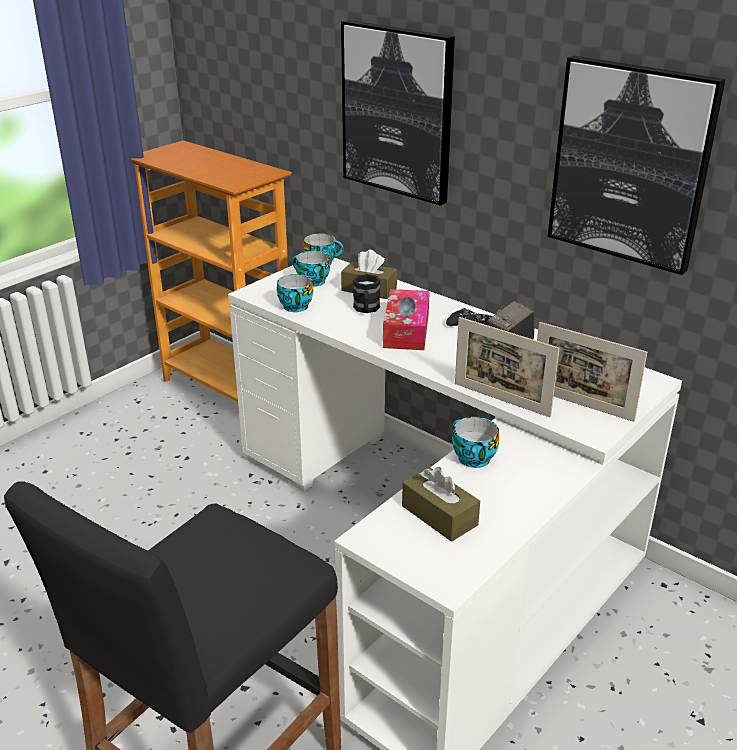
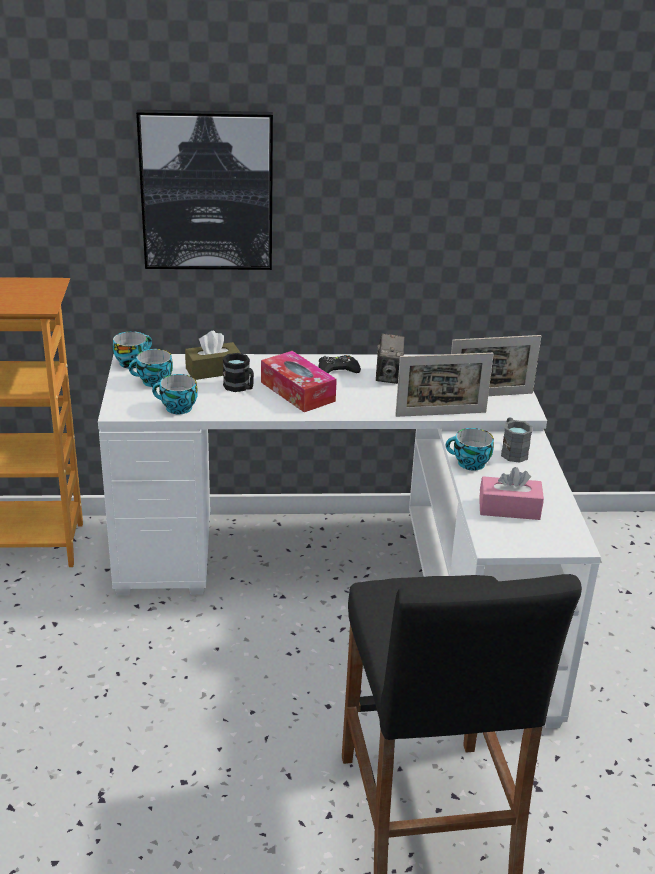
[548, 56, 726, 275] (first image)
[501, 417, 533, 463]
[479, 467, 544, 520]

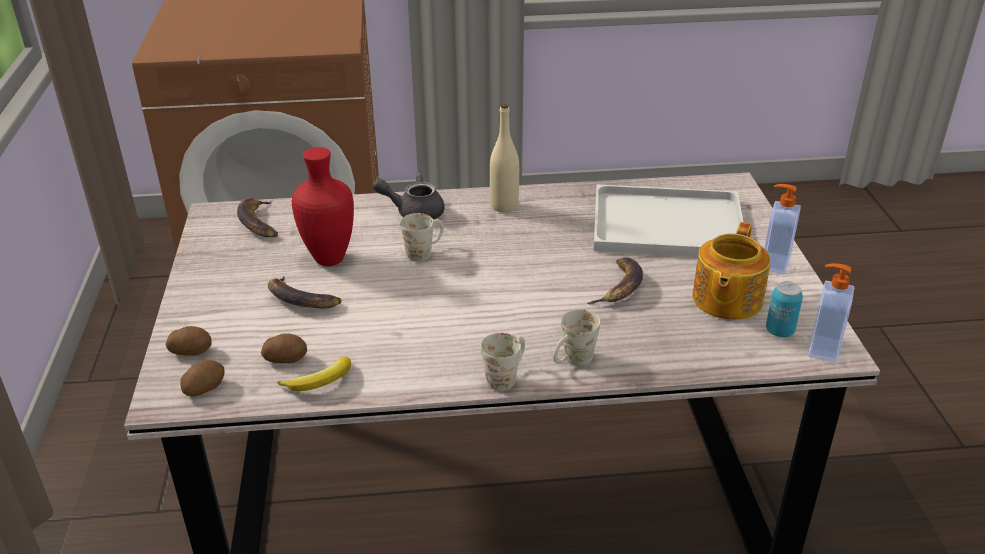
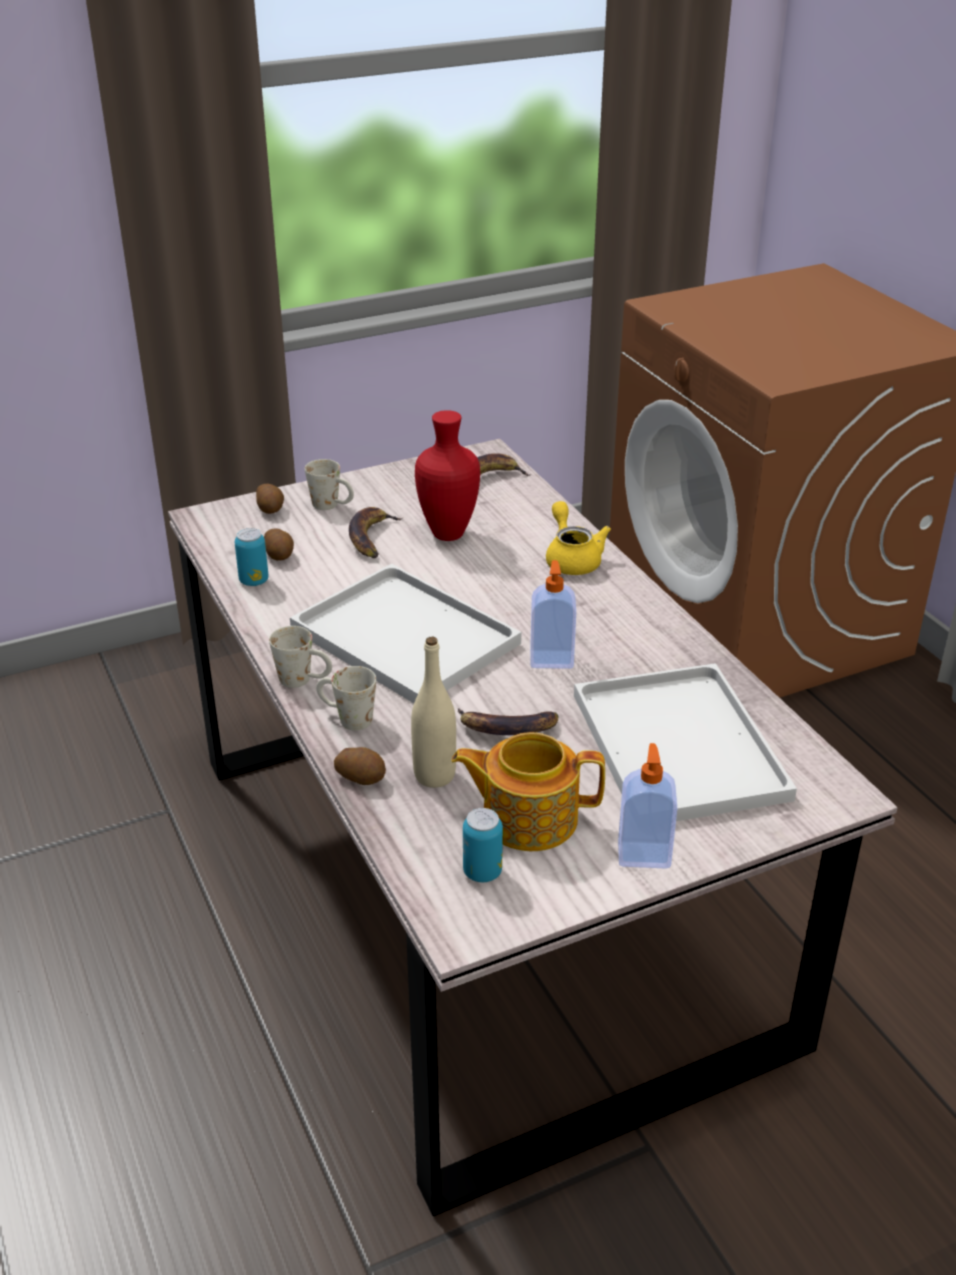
[290, 564, 521, 703]
[334, 747, 386, 785]
[305, 459, 354, 510]
[411, 637, 456, 788]
[530, 560, 576, 669]
[235, 528, 268, 586]
[546, 501, 611, 575]

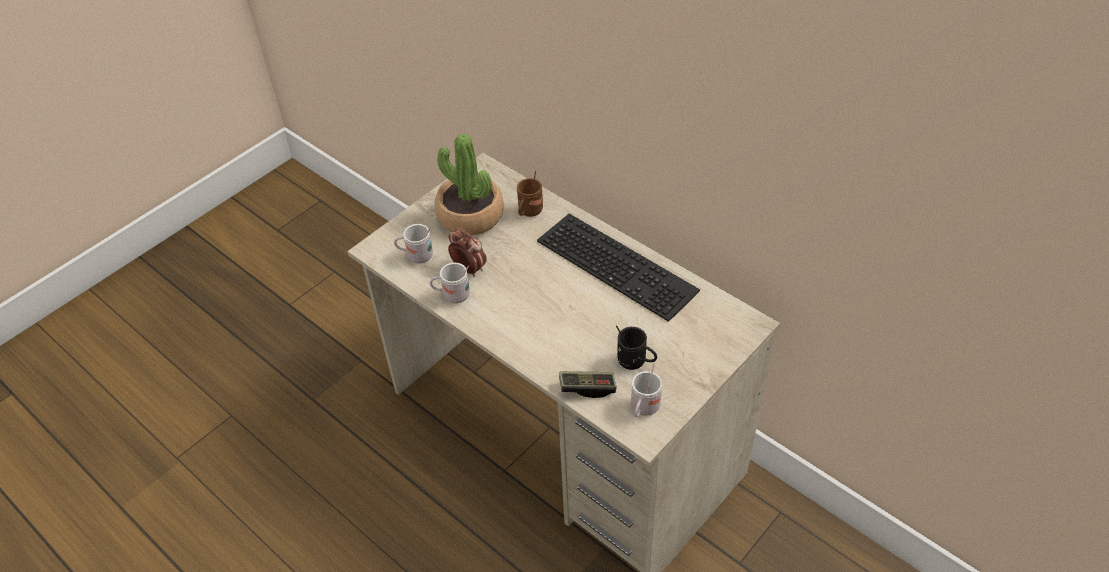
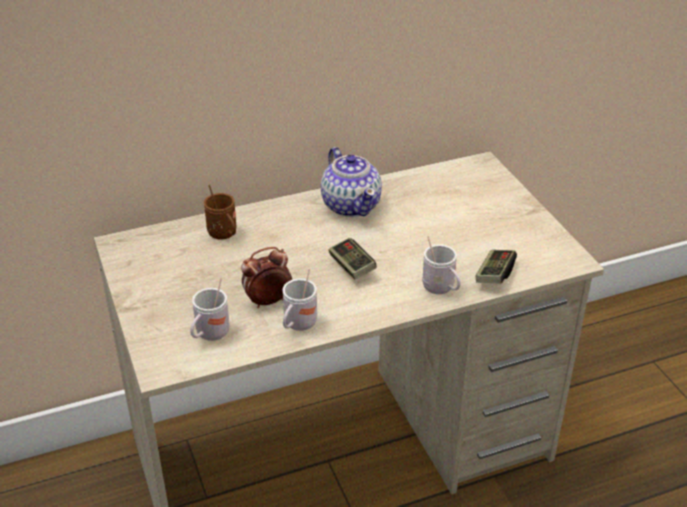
[435, 134, 504, 236] (first image)
[616, 326, 657, 370] (first image)
[329, 238, 377, 280]
[422, 236, 461, 294]
[321, 147, 382, 217]

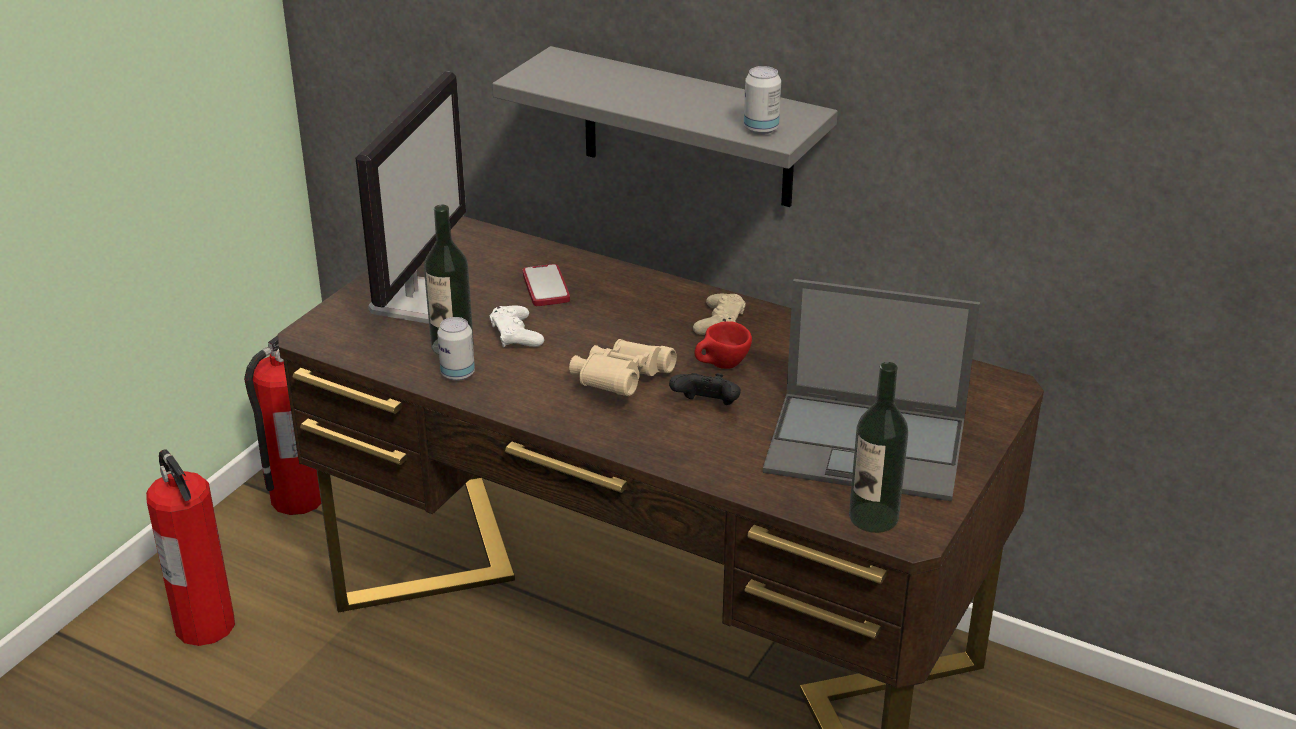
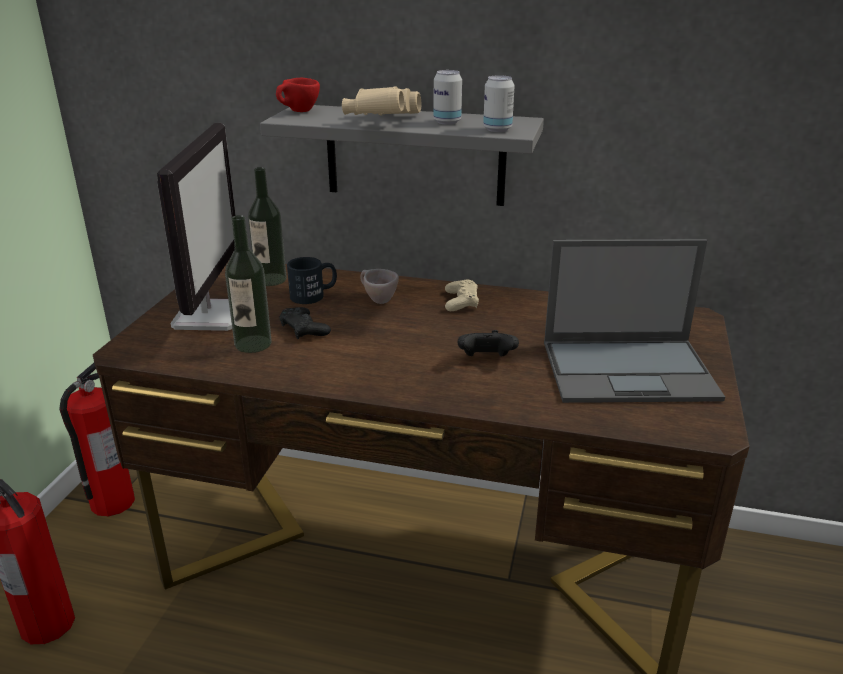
[360, 269, 399, 304]
[433, 70, 462, 125]
[342, 86, 421, 115]
[276, 78, 320, 112]
[248, 167, 287, 286]
[287, 257, 337, 304]
[279, 307, 331, 339]

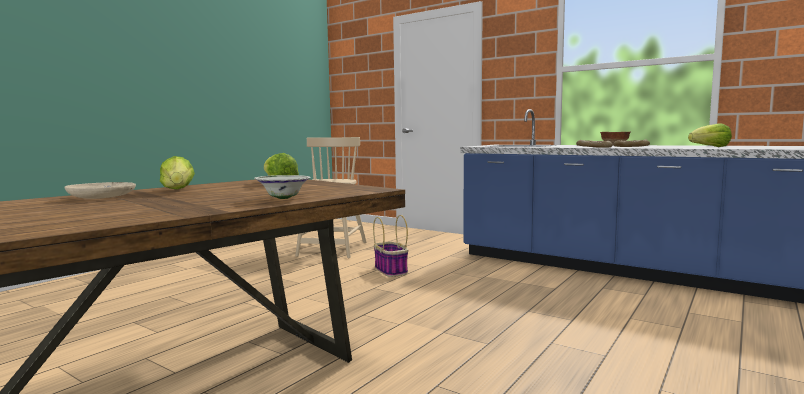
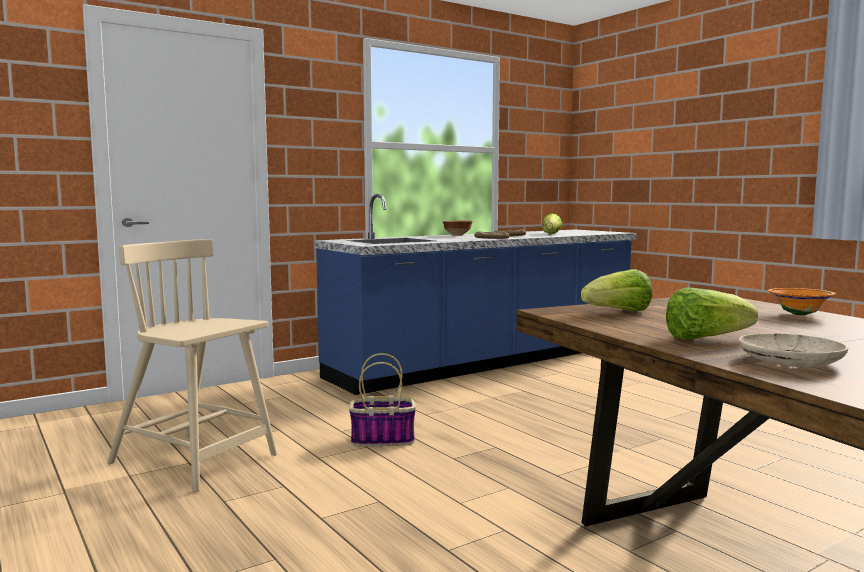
[768, 288, 836, 315]

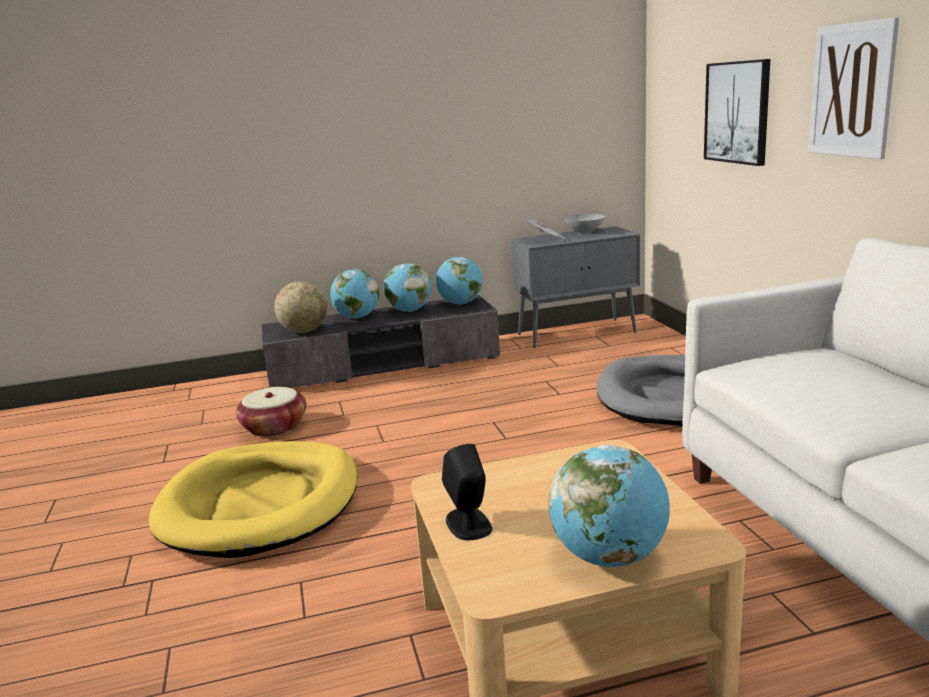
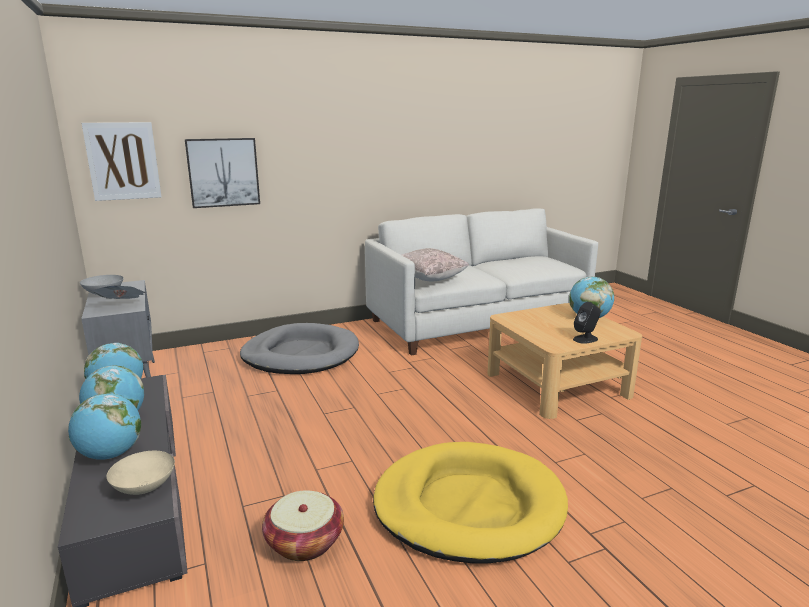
[402, 248, 469, 281]
[82, 122, 161, 201]
[107, 451, 175, 495]

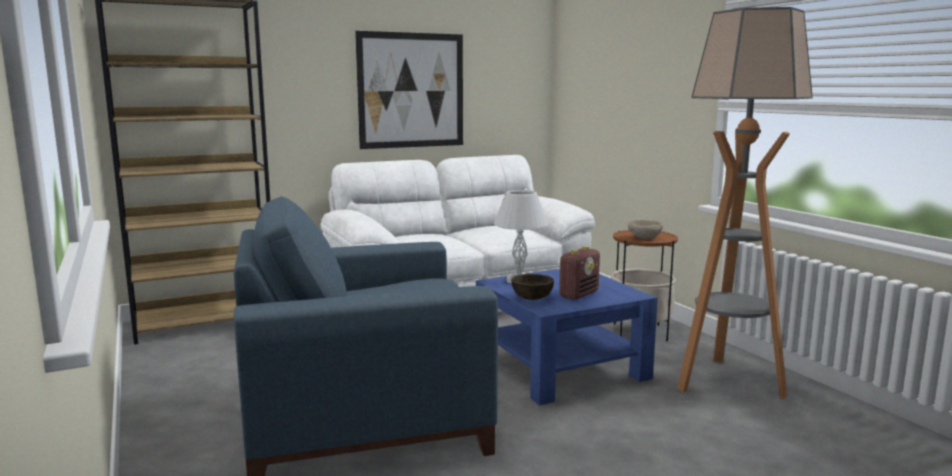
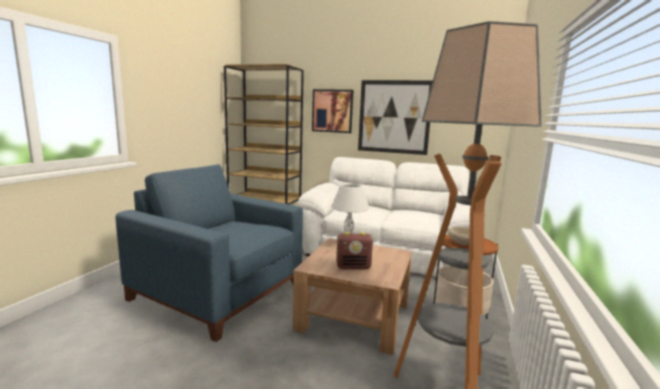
[511, 274, 554, 300] (first image)
[312, 89, 354, 133]
[293, 238, 412, 355]

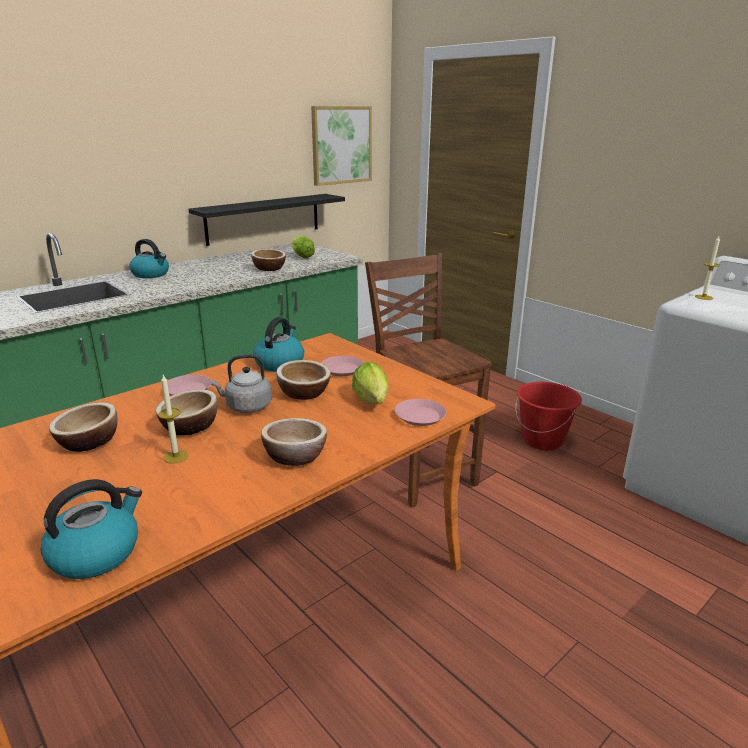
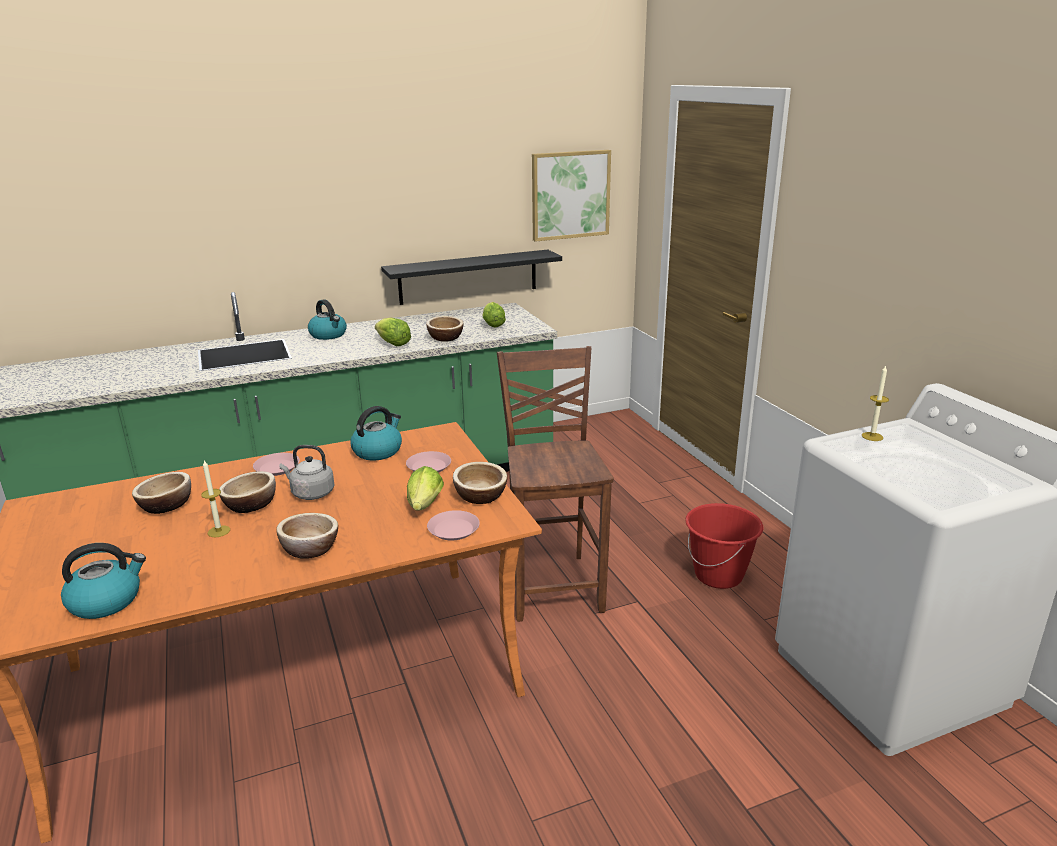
[375, 318, 411, 346]
[453, 462, 507, 504]

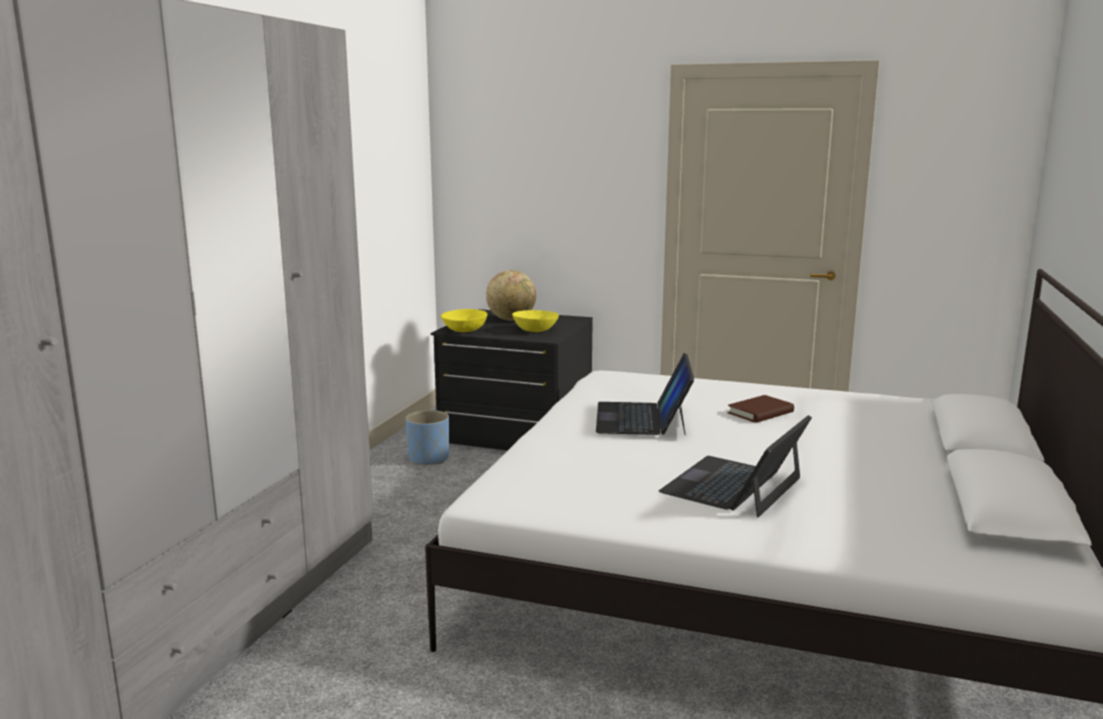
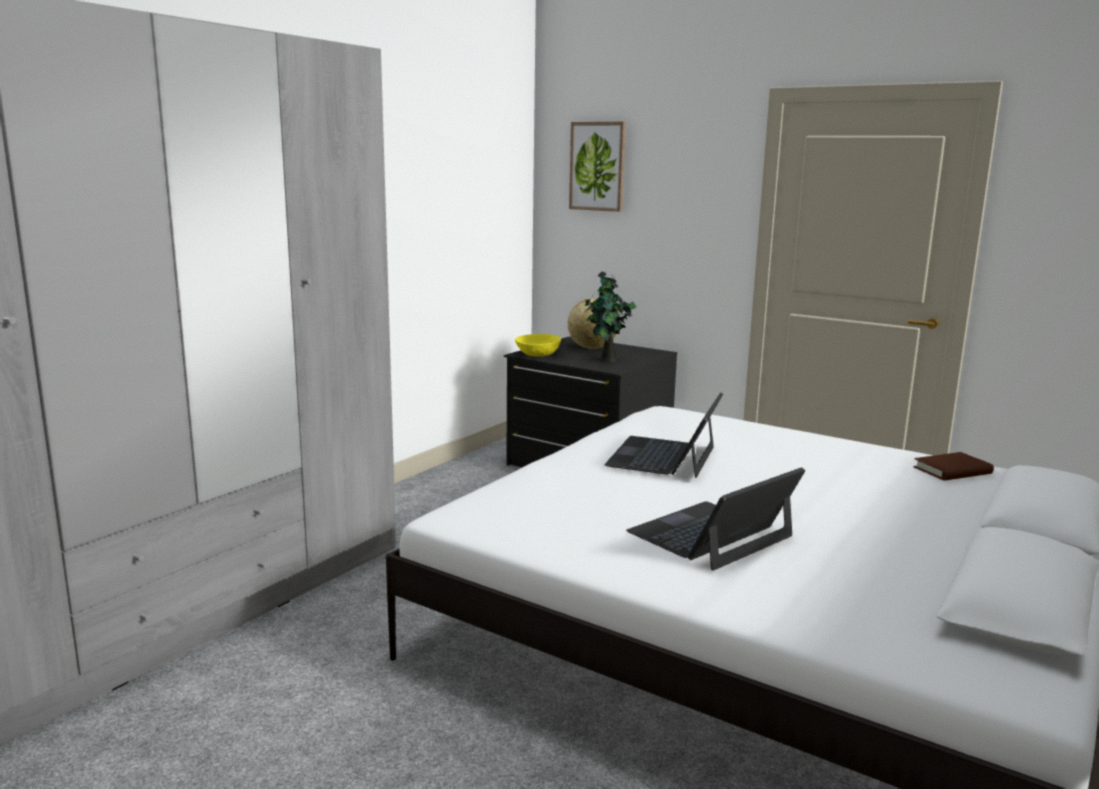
[405, 410, 449, 465] (first image)
[569, 122, 626, 212]
[914, 452, 994, 481]
[585, 271, 637, 362]

